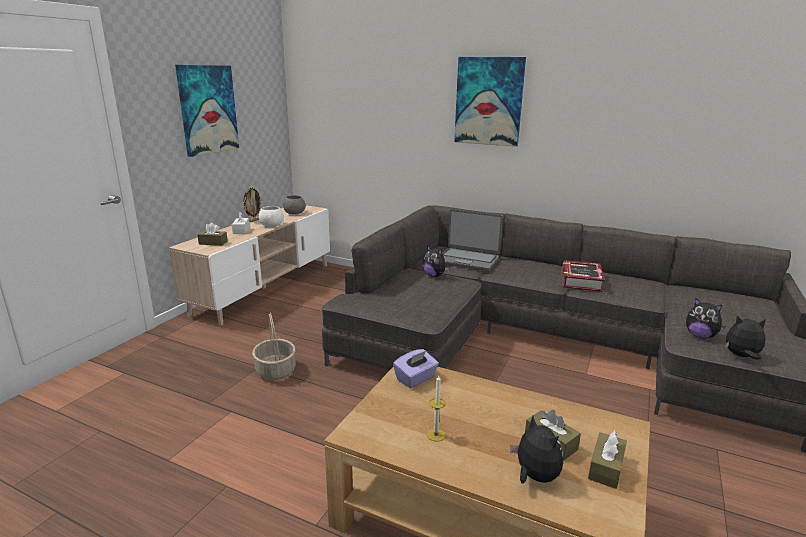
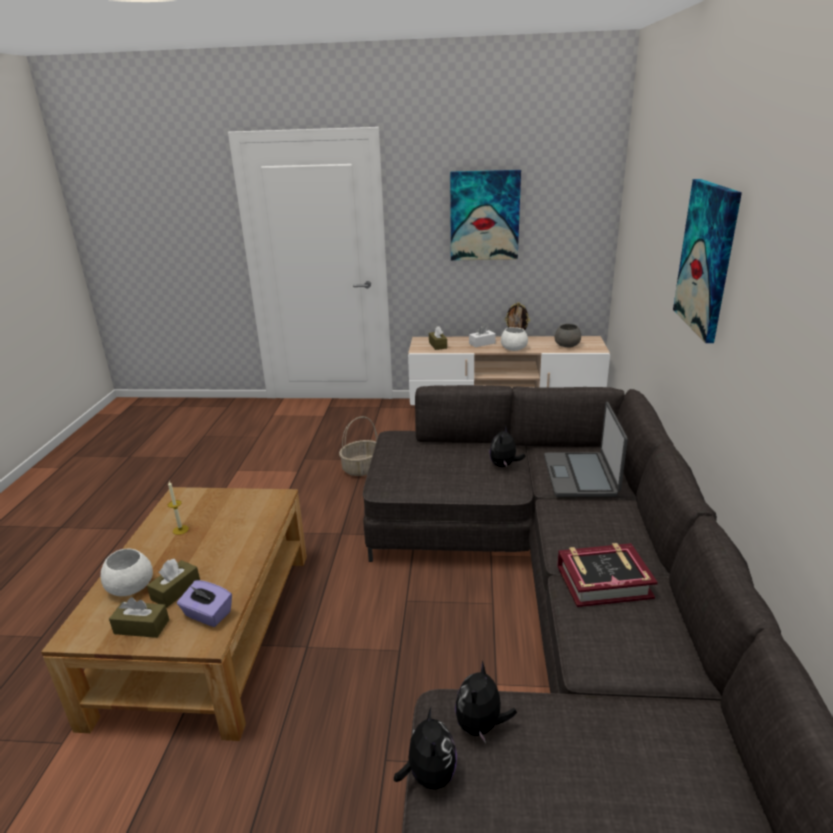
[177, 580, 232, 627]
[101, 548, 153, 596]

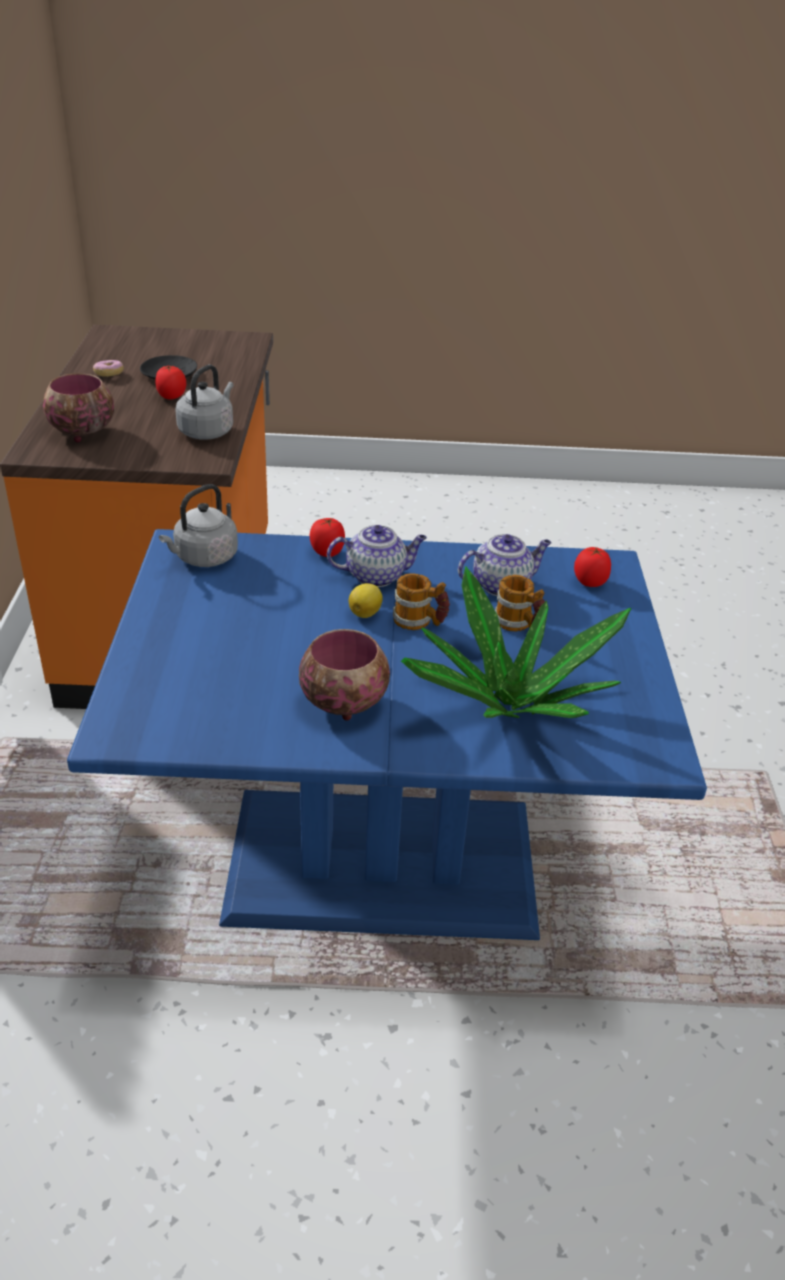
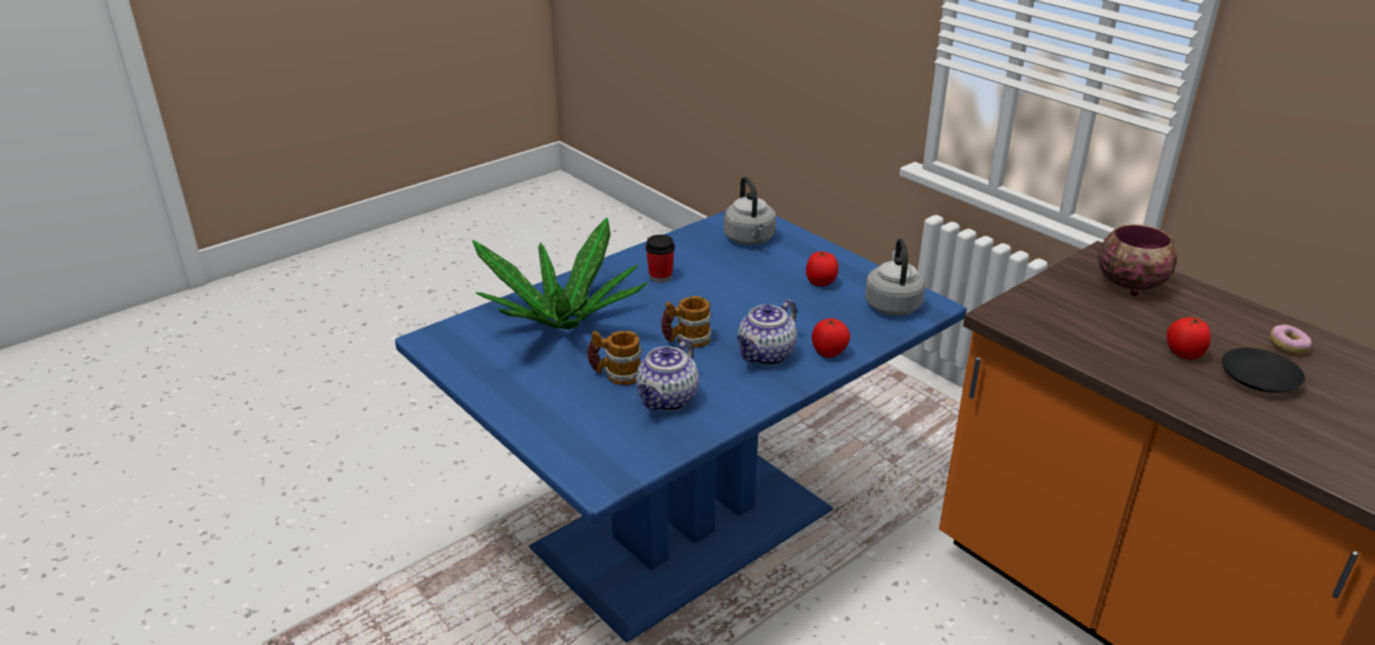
[349, 583, 383, 618] (first image)
[724, 176, 776, 245]
[806, 251, 838, 286]
[645, 235, 675, 283]

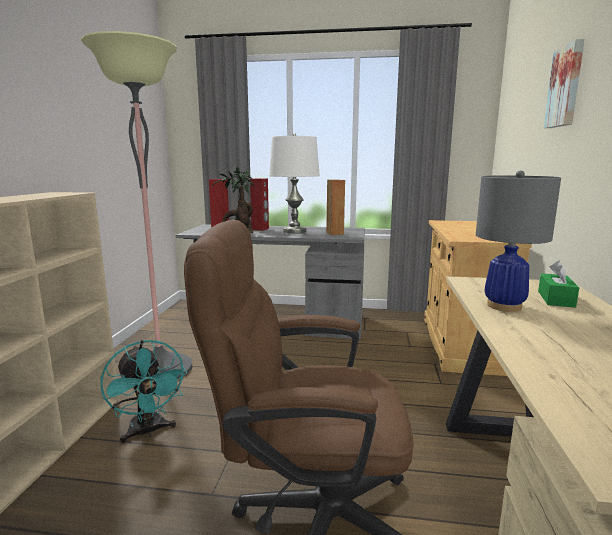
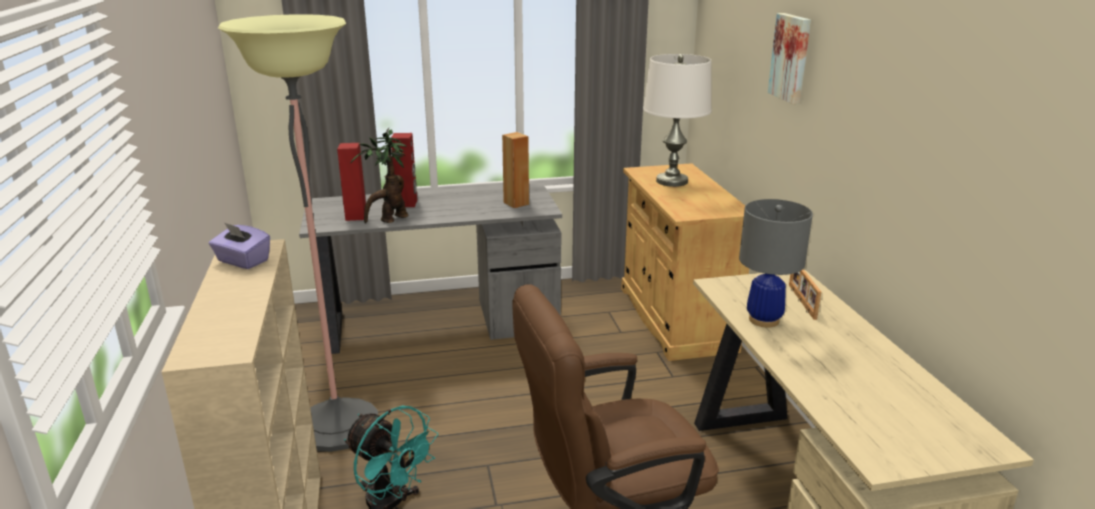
[209, 222, 270, 269]
[643, 54, 712, 187]
[789, 269, 821, 320]

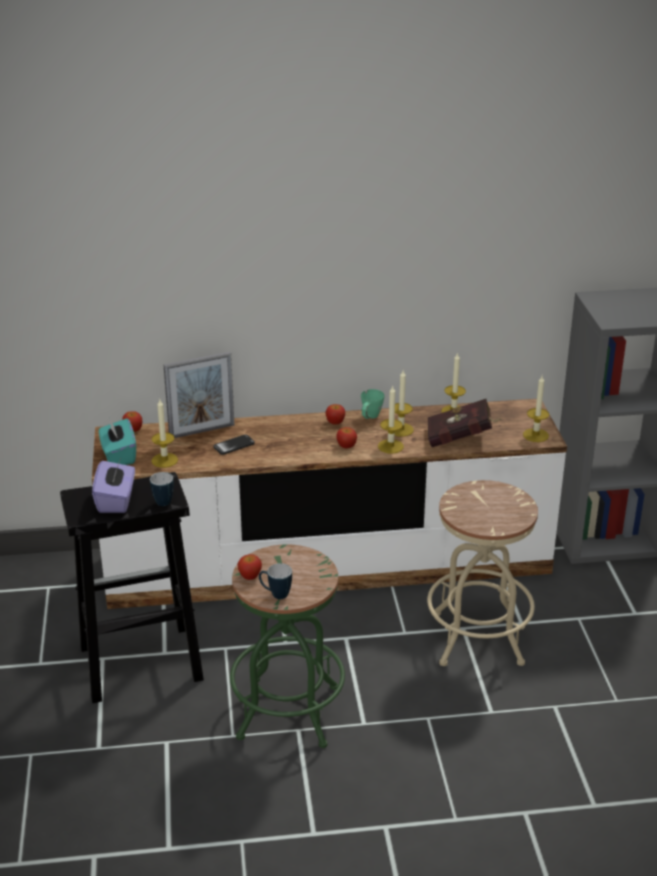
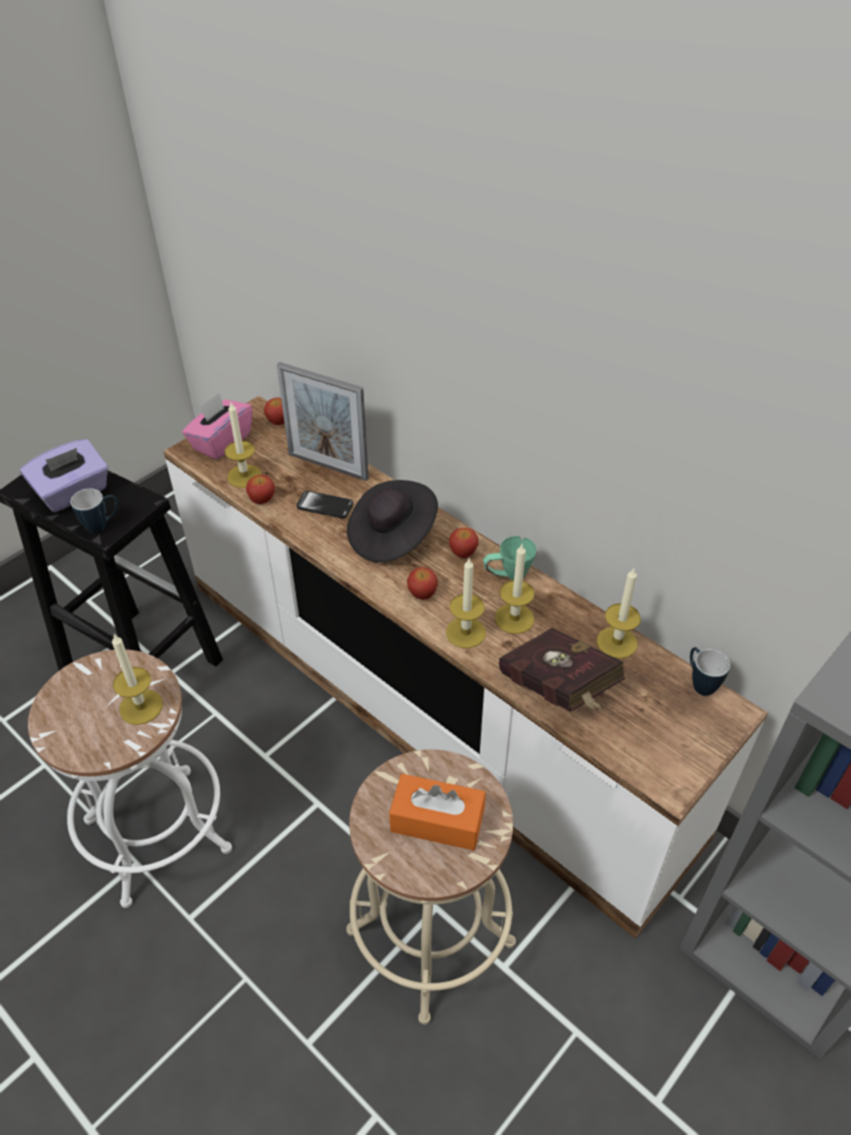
[347, 480, 438, 563]
[389, 774, 486, 850]
[246, 475, 275, 504]
[690, 647, 730, 696]
[112, 634, 163, 725]
[182, 393, 253, 460]
[28, 650, 232, 908]

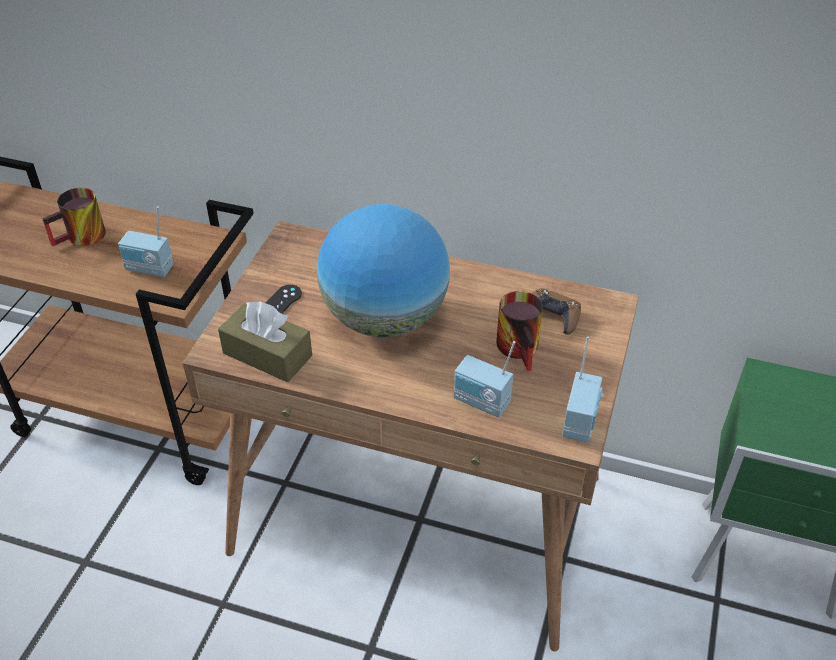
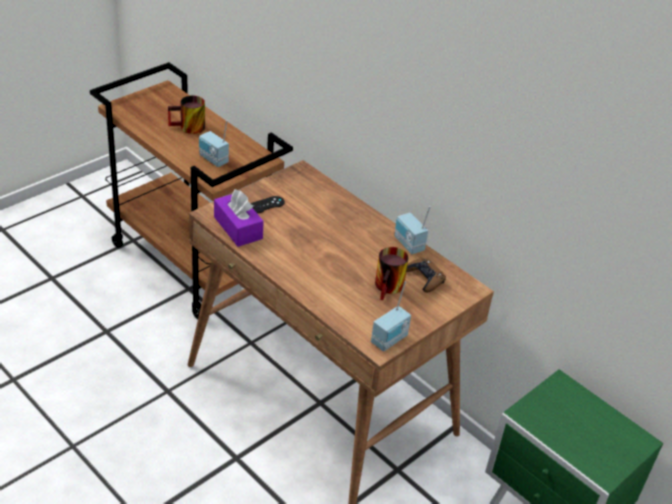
[317, 204, 450, 338] (first image)
[394, 206, 431, 254]
[214, 189, 264, 247]

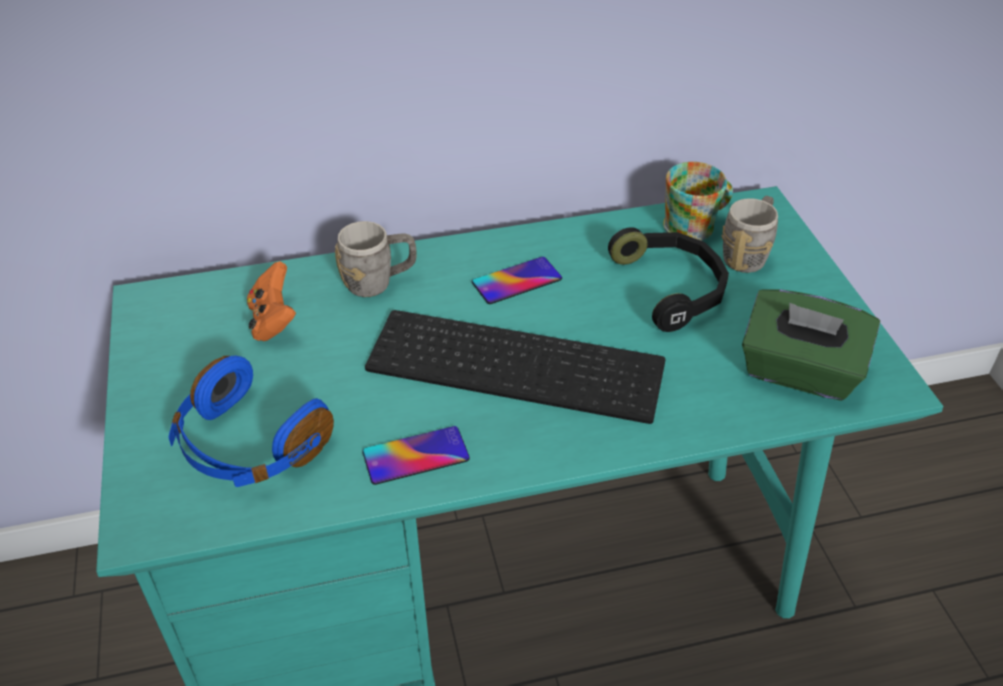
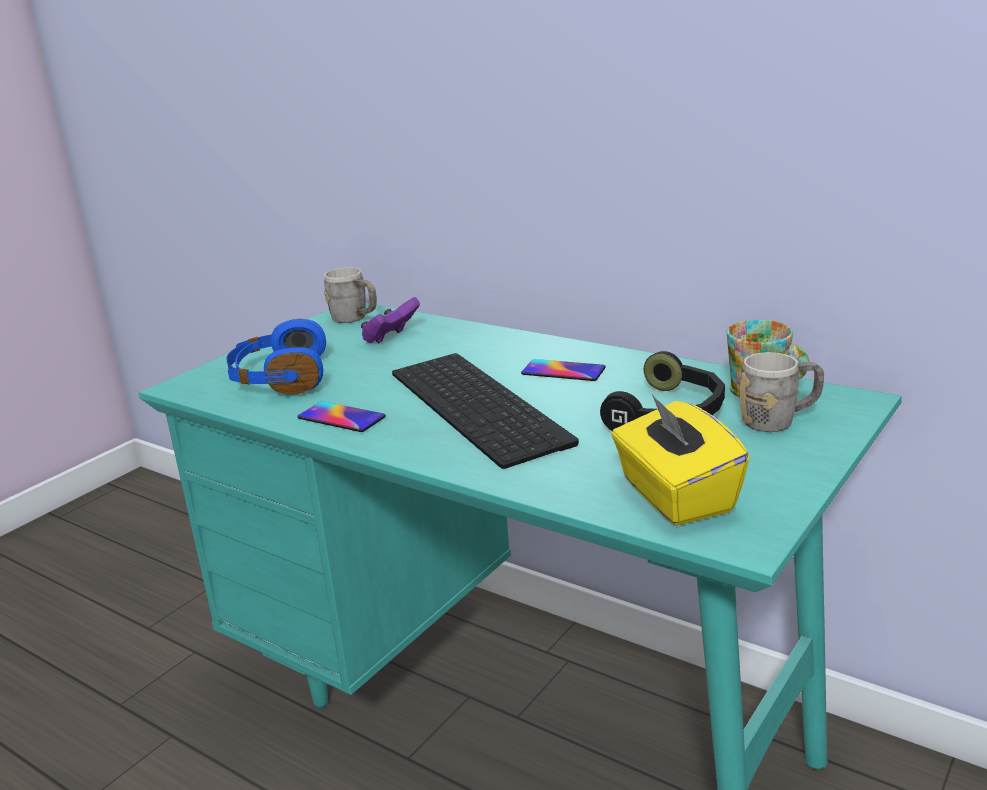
[324, 267, 377, 323]
[361, 297, 420, 344]
[611, 394, 750, 526]

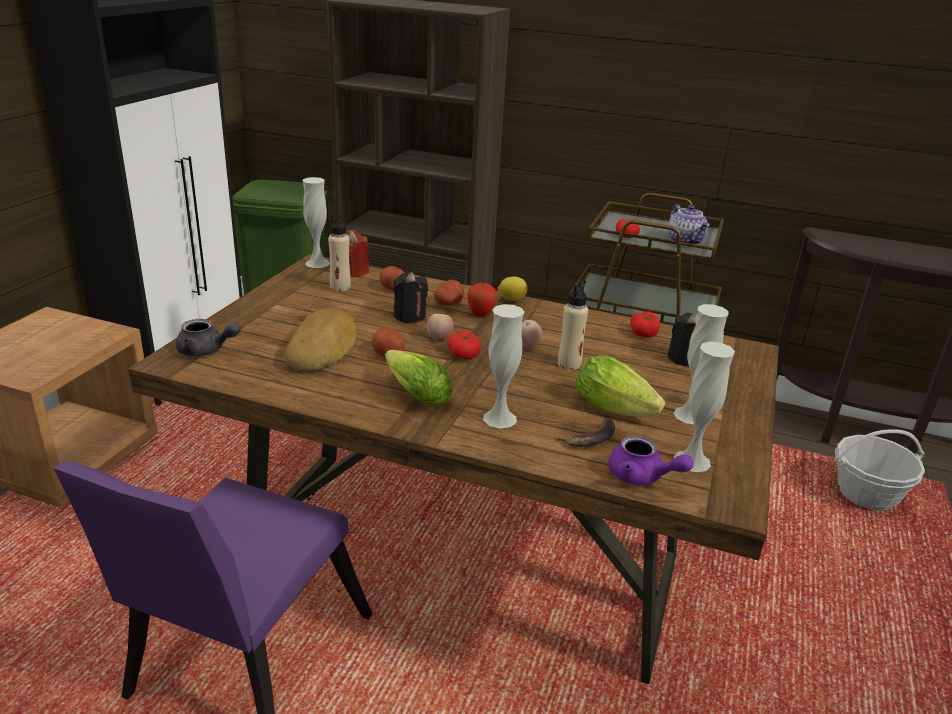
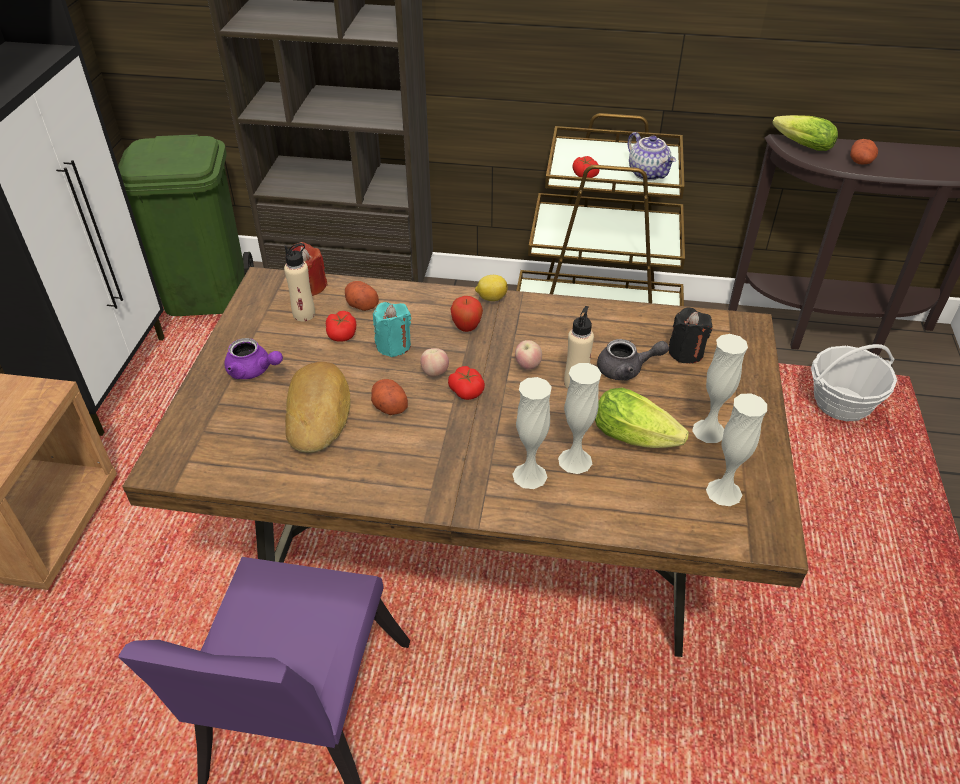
[554, 418, 615, 447] (first image)
[597, 339, 669, 380]
[558, 363, 602, 474]
[772, 115, 838, 151]
[850, 139, 878, 165]
[225, 338, 283, 379]
[326, 311, 356, 342]
[373, 302, 411, 357]

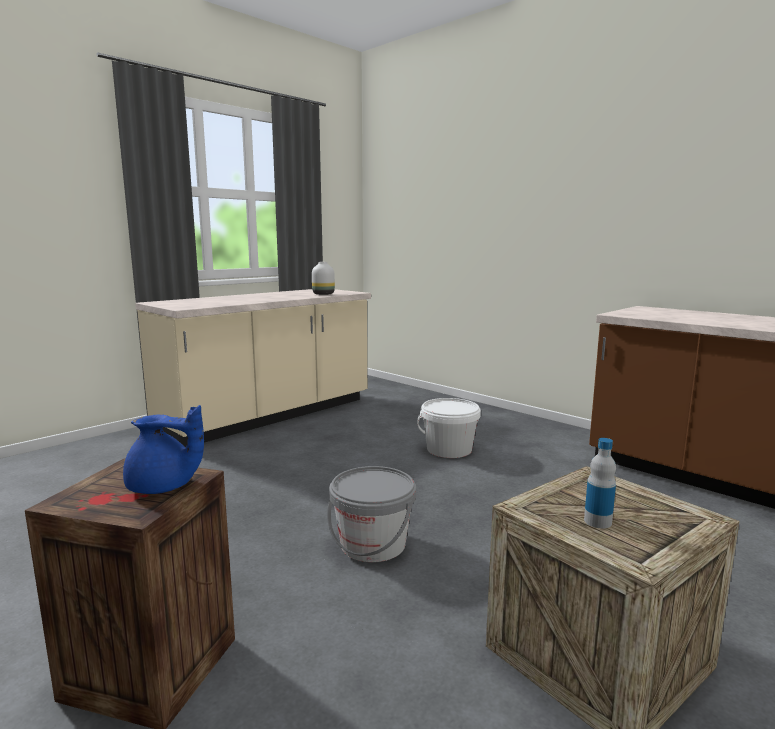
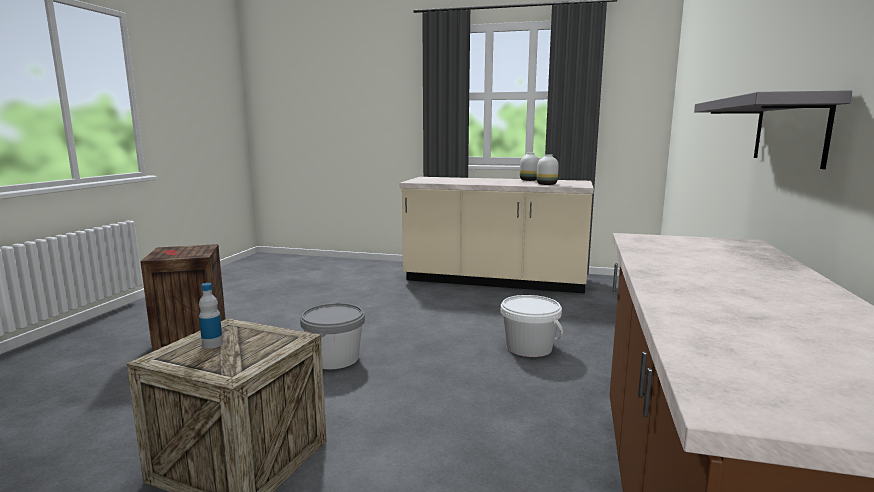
[123, 405, 204, 494] (first image)
[520, 153, 539, 181]
[694, 90, 852, 169]

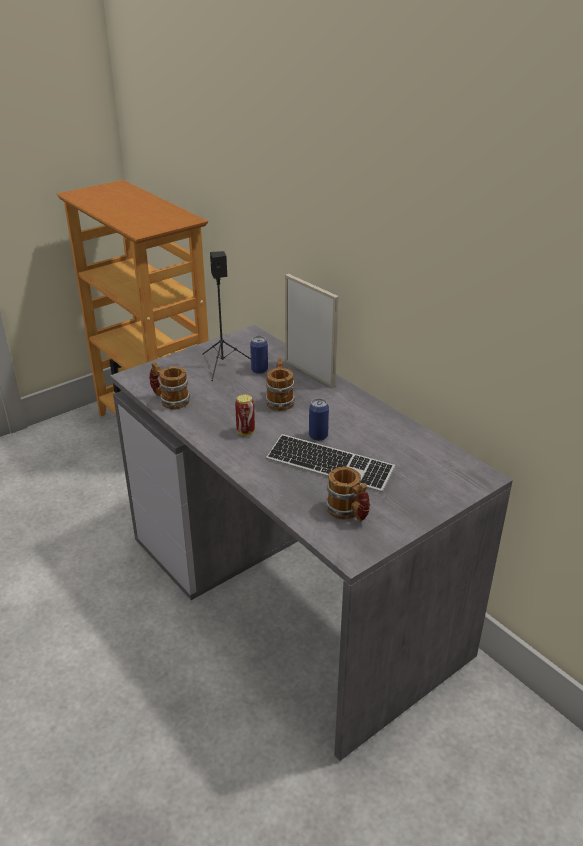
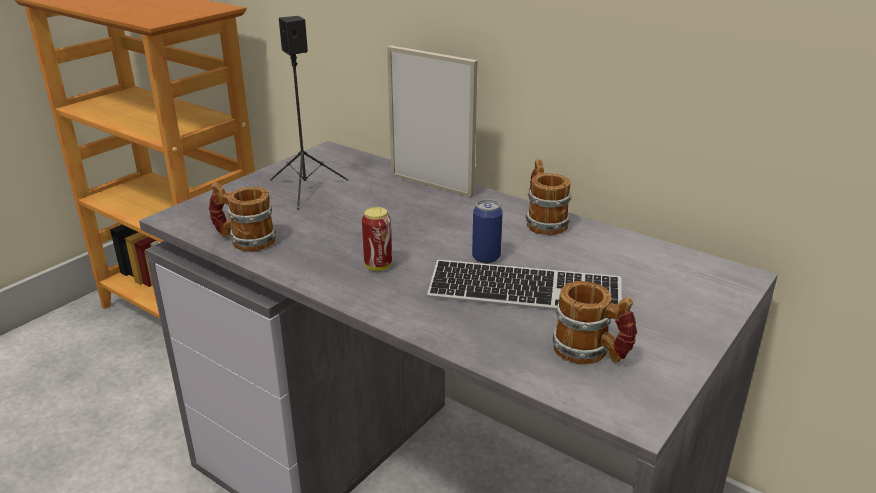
[250, 336, 268, 374] (first image)
[525, 159, 572, 235]

